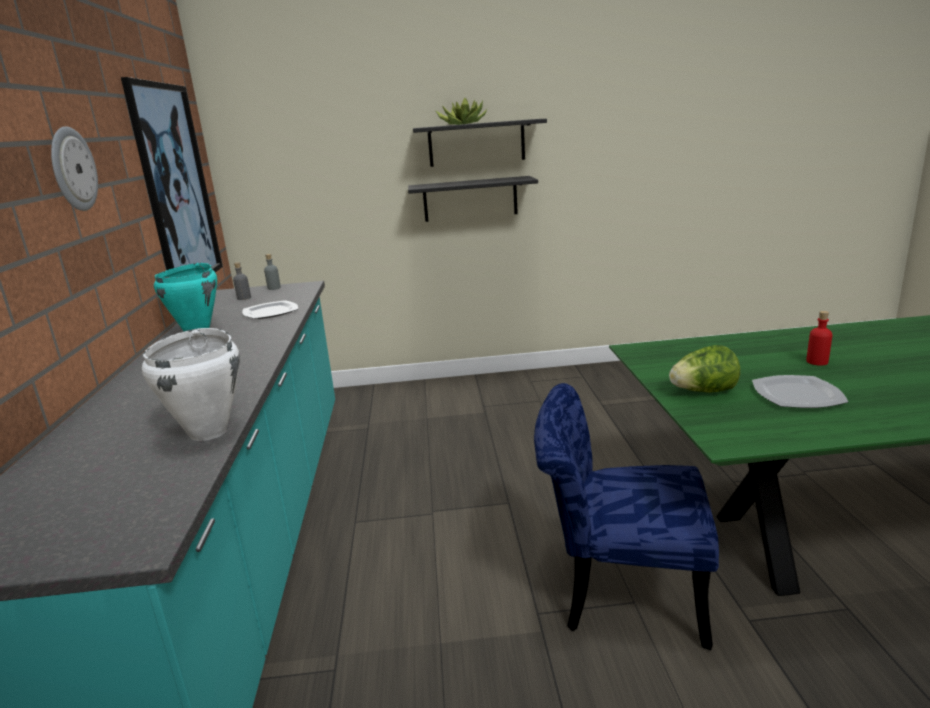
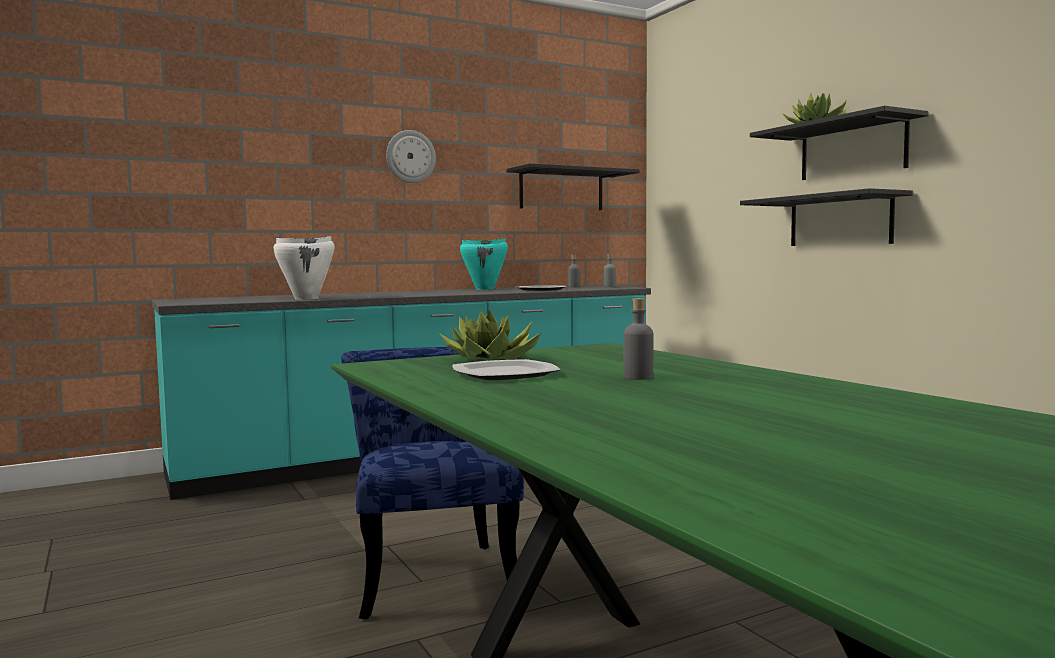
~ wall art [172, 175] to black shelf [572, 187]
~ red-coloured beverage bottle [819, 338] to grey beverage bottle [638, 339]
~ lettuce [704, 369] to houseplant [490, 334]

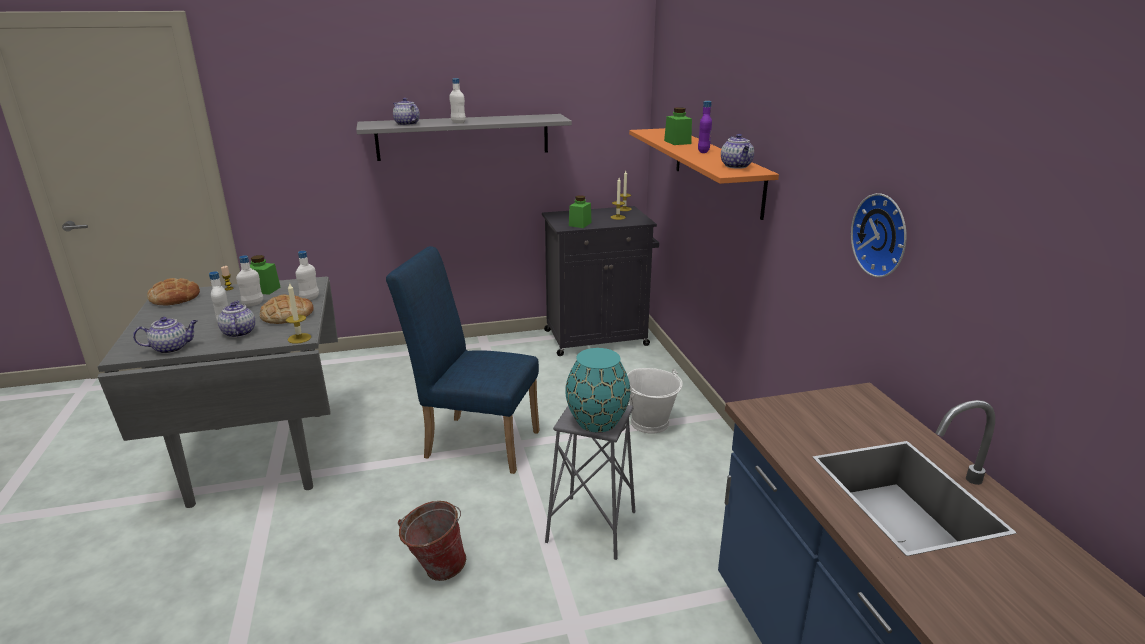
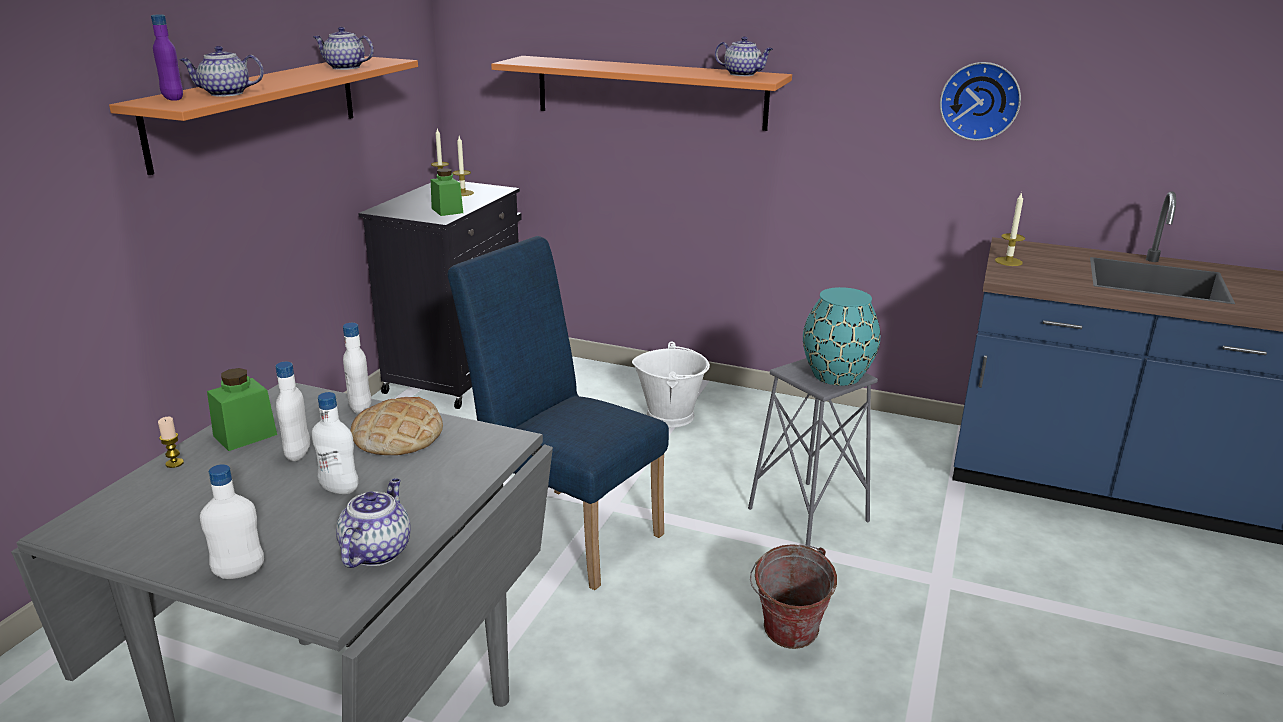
~ white-coloured beverage bottle [457, 100] to [232, 521]
~ purple-coloured beverage bottle [705, 127] to [167, 58]
- green-coloured storage jar [678, 126]
~ grey shelf [464, 137] to orangey shelf [263, 115]
~ blue-coloured chair [463, 360] = [558, 413] 75 degrees clockwise
- baked bread [173, 291]
~ candle [298, 313] to [1010, 229]
~ pot for tea [236, 319] to [343, 48]

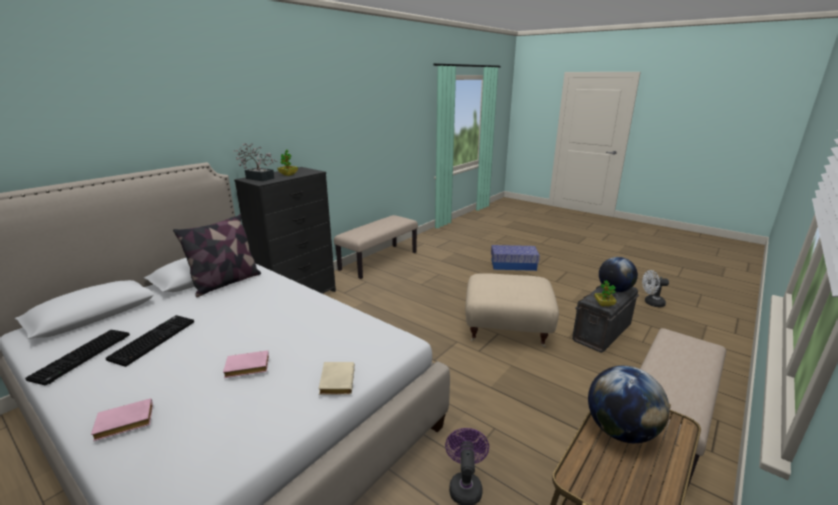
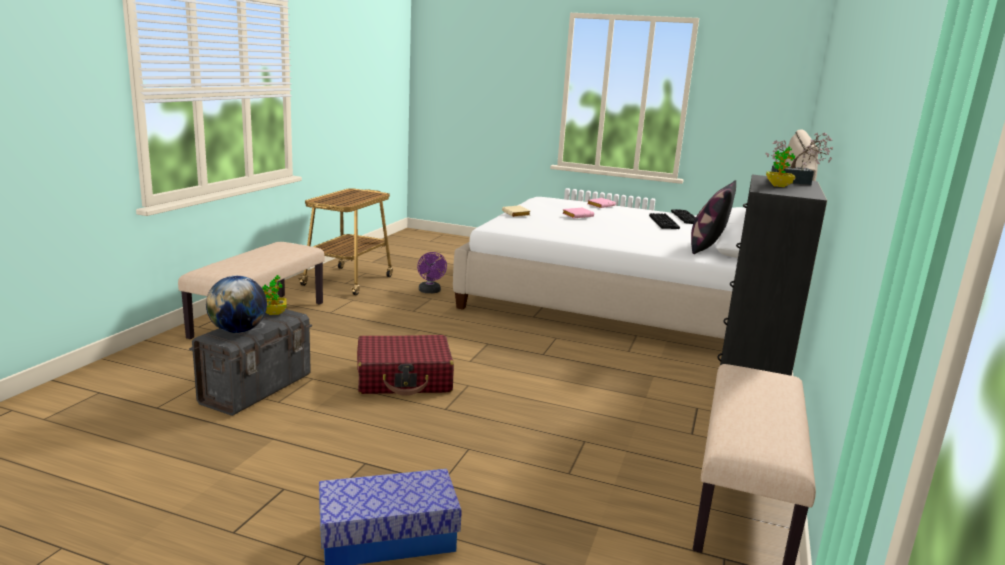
- white-coloured electric fan [655, 288]
~ sand-coloured footrest [512, 310] to red-coloured piece of luggage [405, 365]
- globe [629, 404]

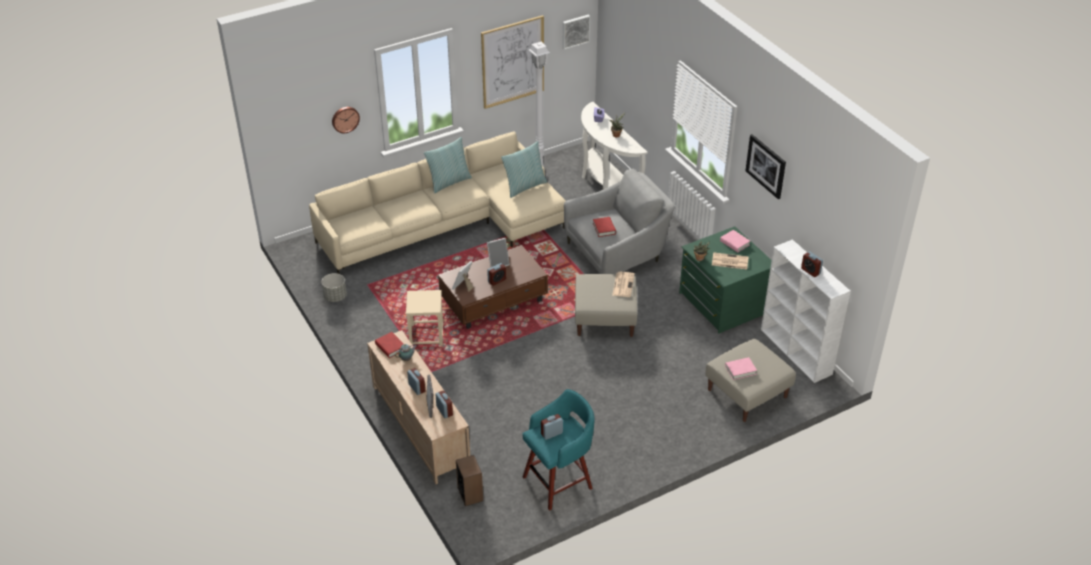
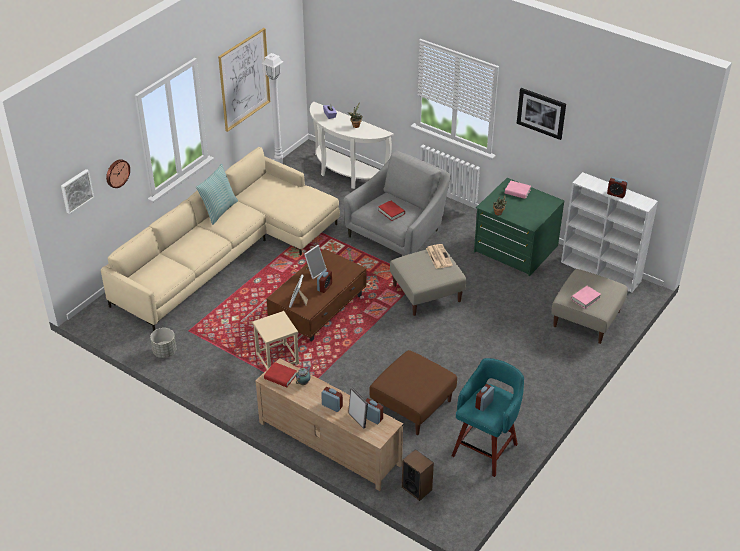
~ wall art [576, 32] to [77, 191]
- pillow [524, 169]
- newspaper [730, 260]
+ brown footrest [413, 392]

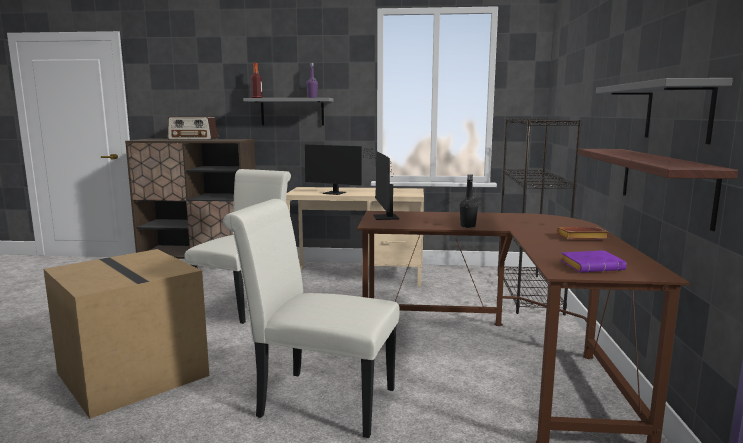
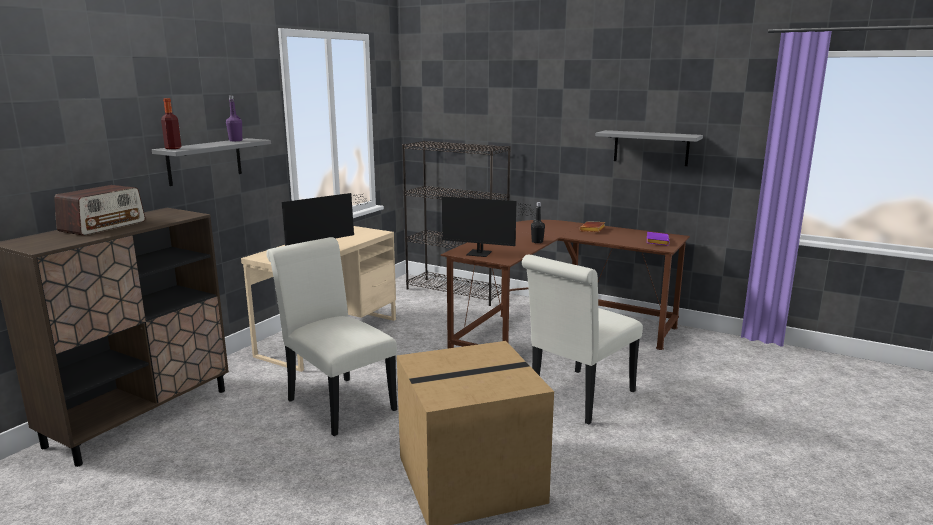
- shelf [658, 190]

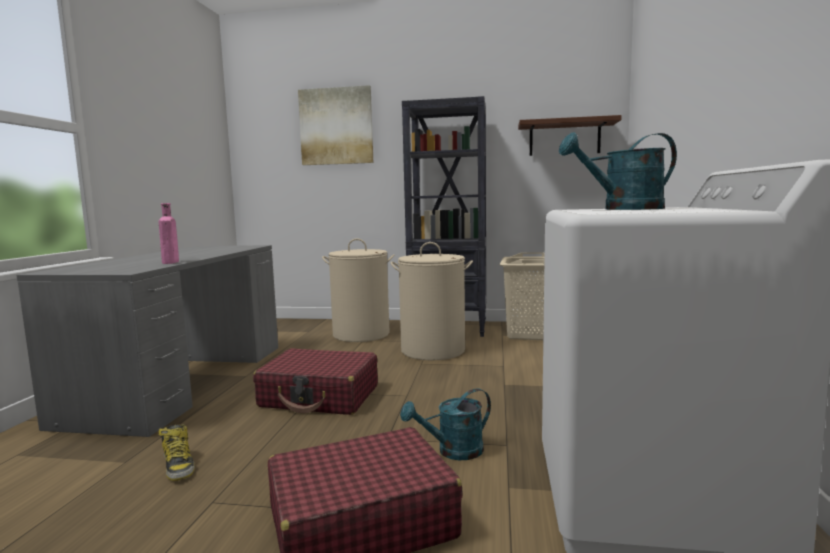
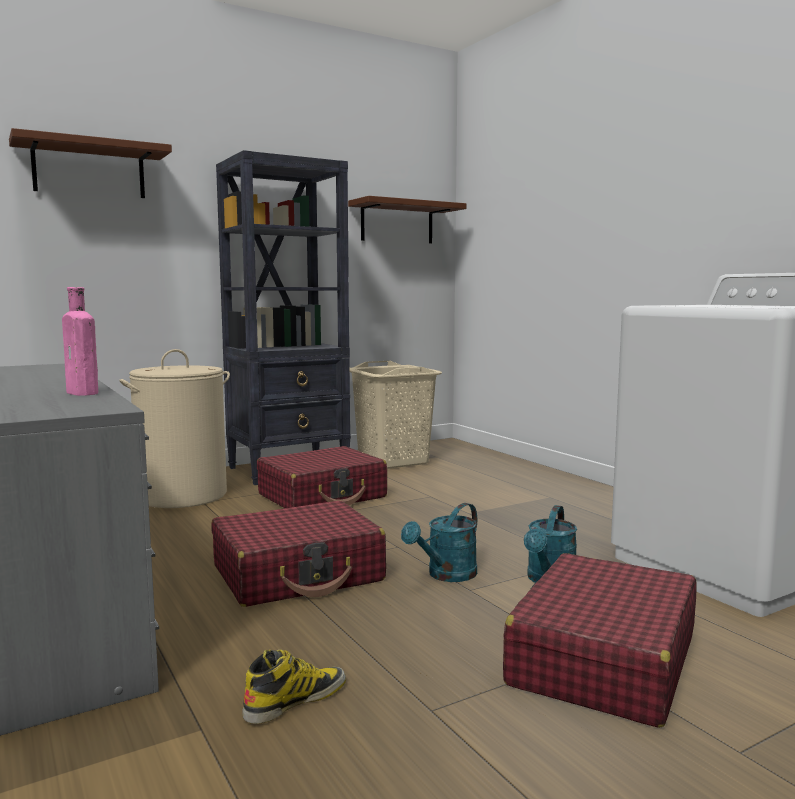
~ wall art [335, 125] to brown shelf [90, 163]
~ turquoise-coloured watering can [618, 171] to [439, 542]
~ sand-coloured hamper [432, 301] to red-coloured piece of luggage [322, 477]
~ high-top boot [177, 452] = [294, 686] 60 degrees counterclockwise

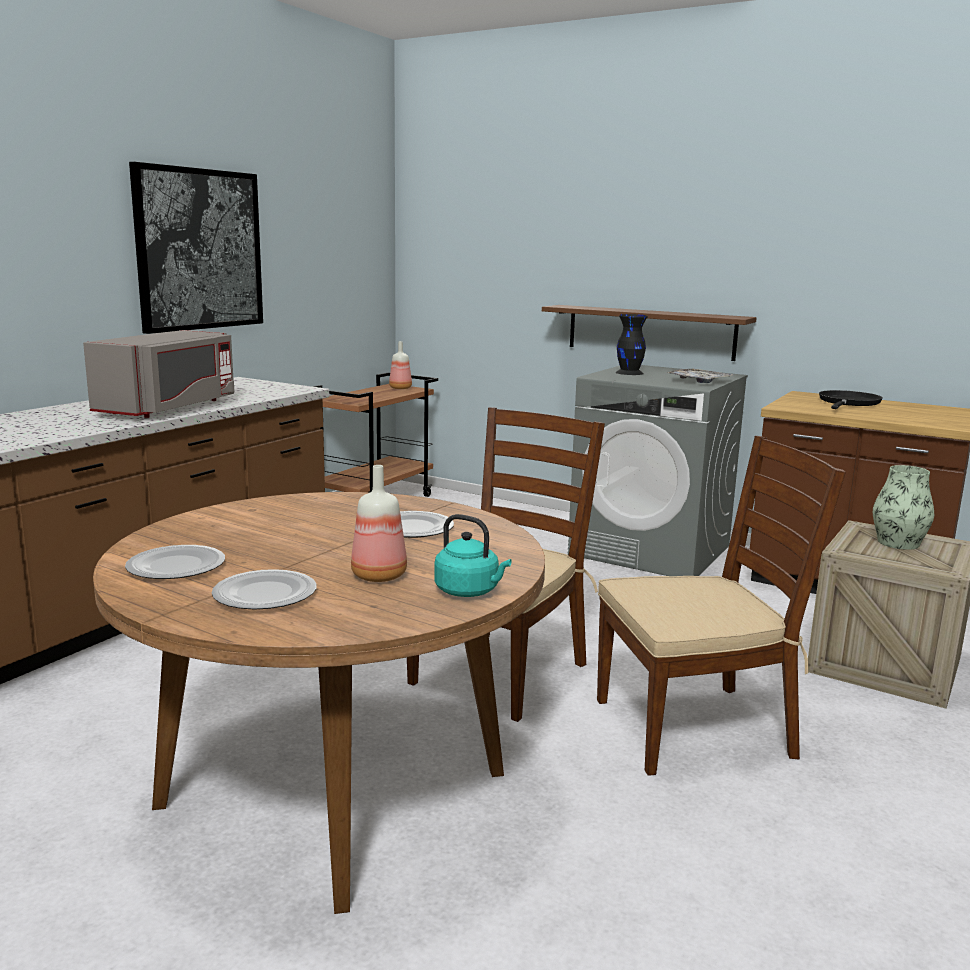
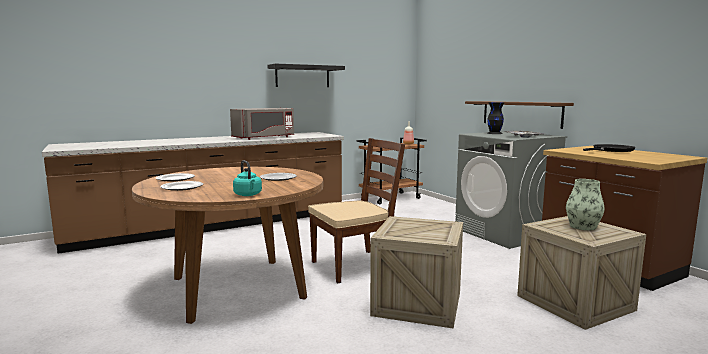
~ wall art [196, 248] to black shelf [306, 75]
~ brown chair [721, 606] to crate [416, 272]
- beverage bottle [379, 523]

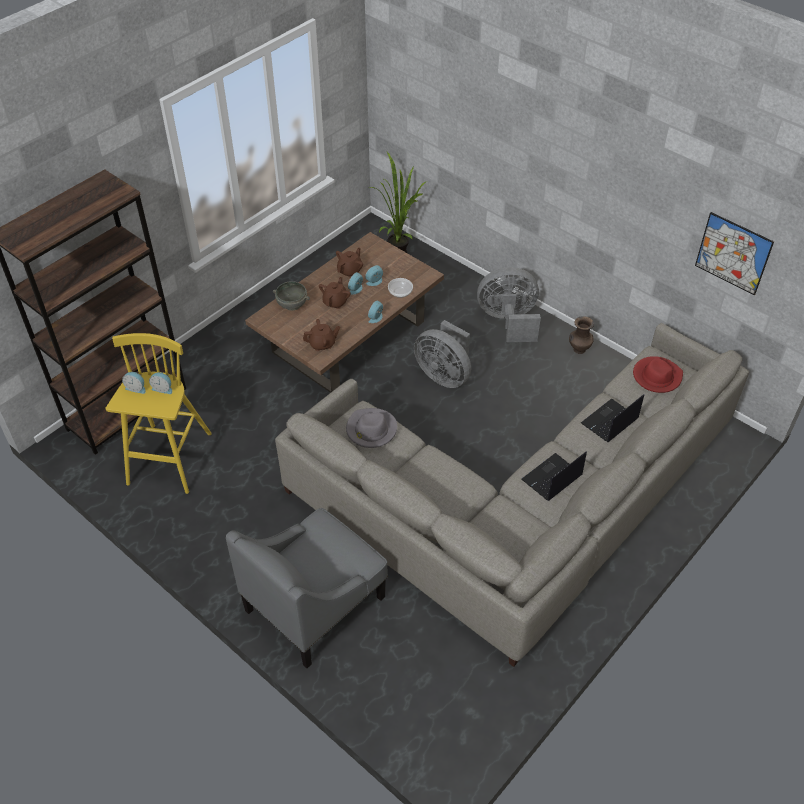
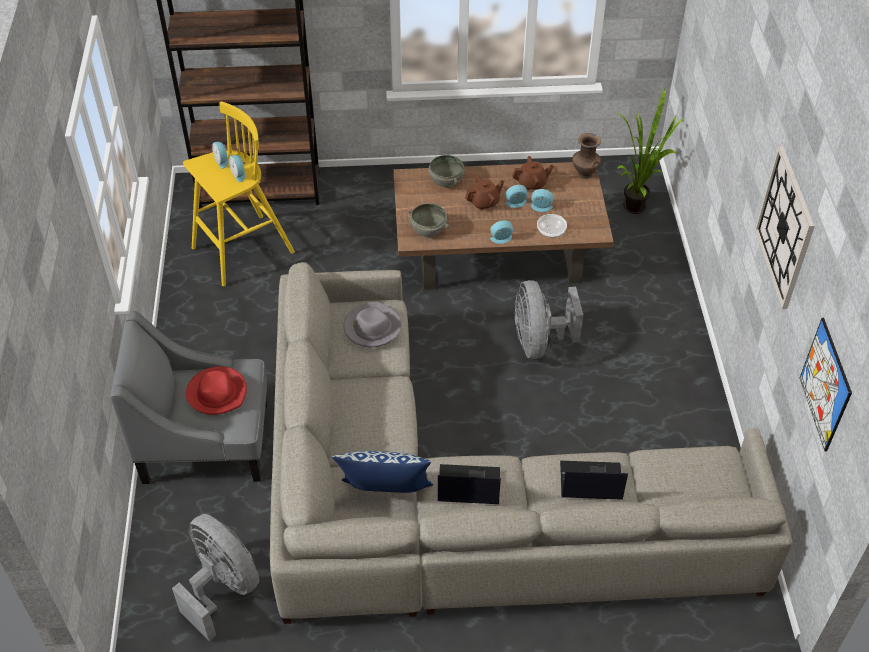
~ grey electric fan [509, 304] to [215, 577]
~ brown decorative vase [581, 335] to [586, 156]
~ brown pot for tea [321, 335] to grey serving bowl [429, 220]
~ red-coloured clothing hat [658, 374] to [216, 390]
+ hanging clock [785, 227]
+ pillow [382, 472]

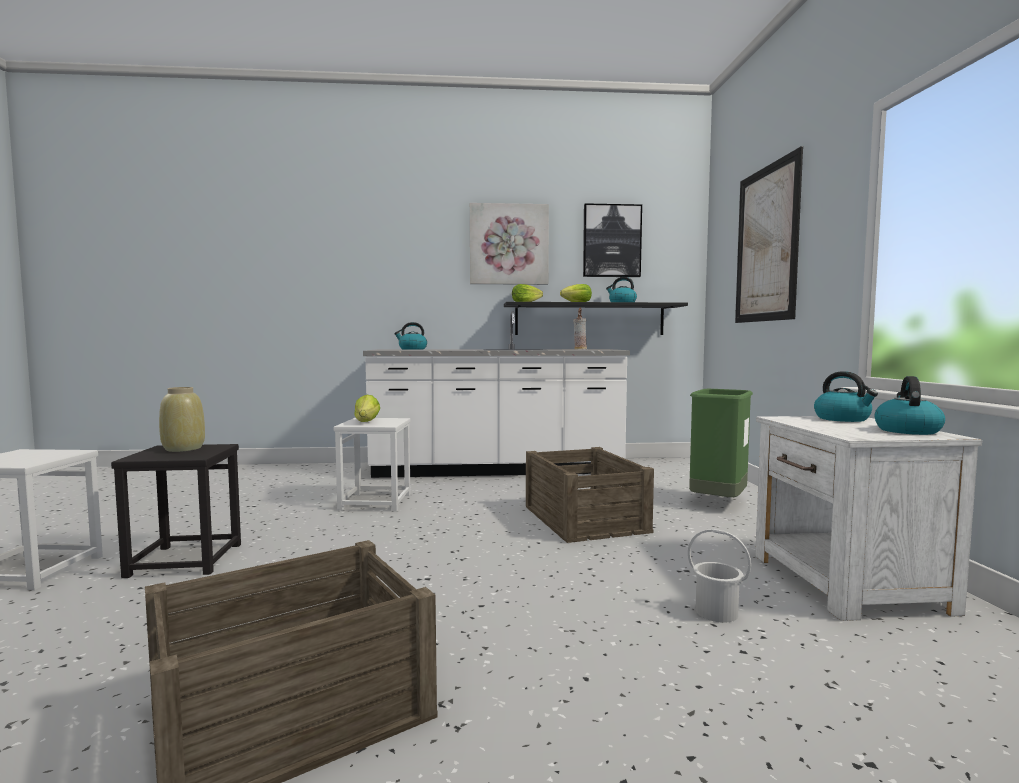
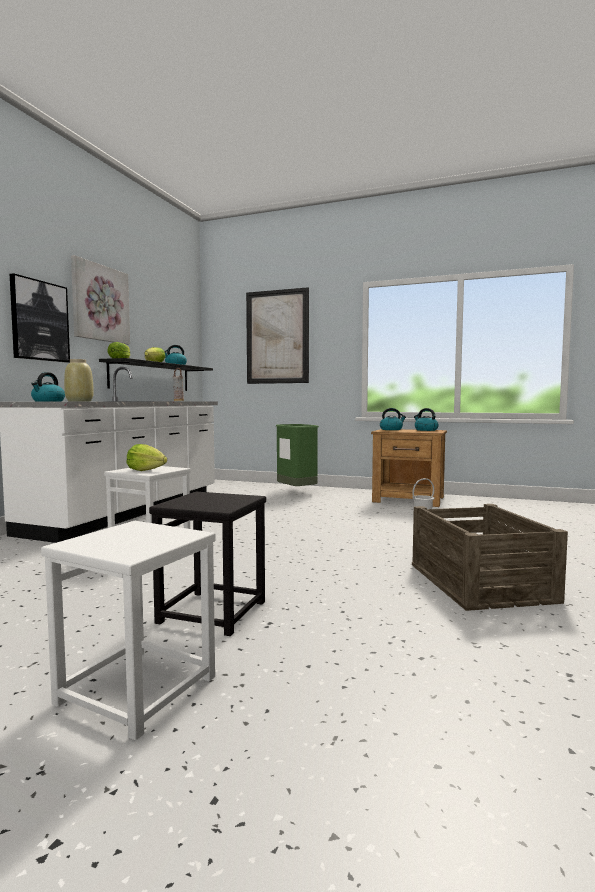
~ wall art [612, 240] to [40, 318]
~ sand-coloured decorative vase [182, 419] to [79, 380]
~ white-coloured bedside table [868, 518] to brown bedside table [409, 468]
- crate [590, 495]

